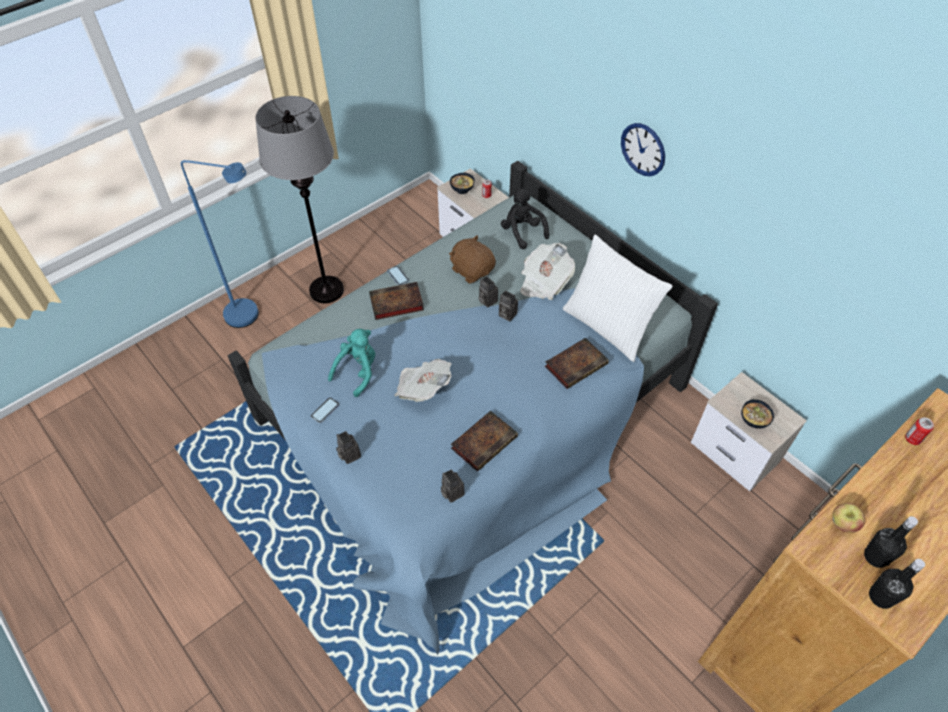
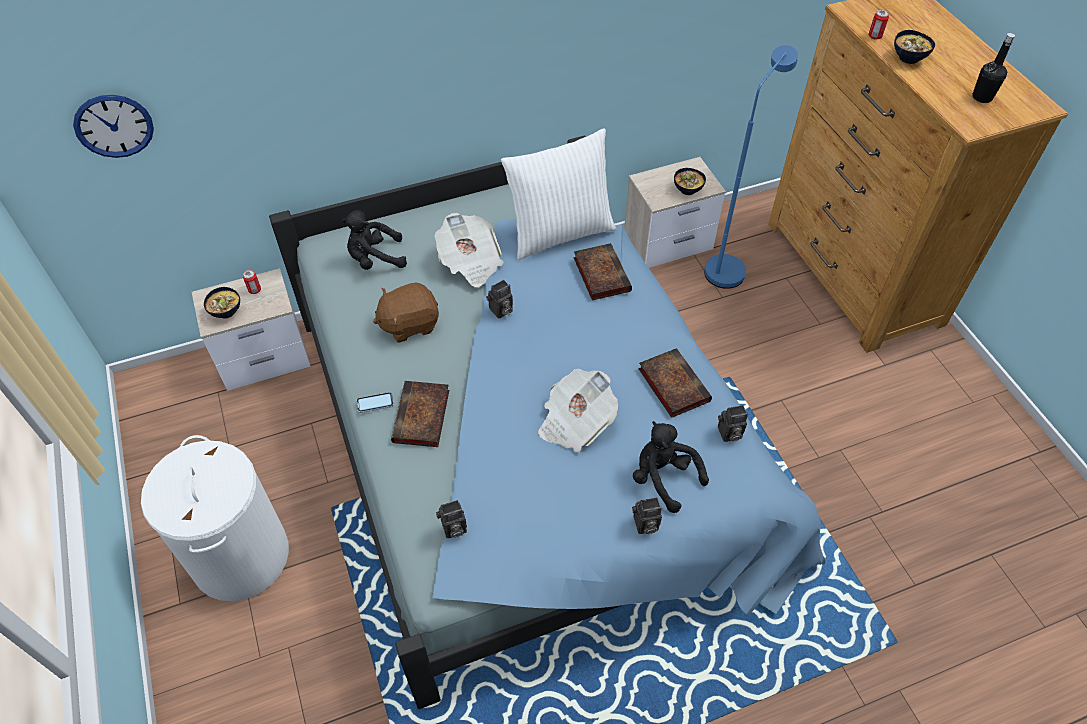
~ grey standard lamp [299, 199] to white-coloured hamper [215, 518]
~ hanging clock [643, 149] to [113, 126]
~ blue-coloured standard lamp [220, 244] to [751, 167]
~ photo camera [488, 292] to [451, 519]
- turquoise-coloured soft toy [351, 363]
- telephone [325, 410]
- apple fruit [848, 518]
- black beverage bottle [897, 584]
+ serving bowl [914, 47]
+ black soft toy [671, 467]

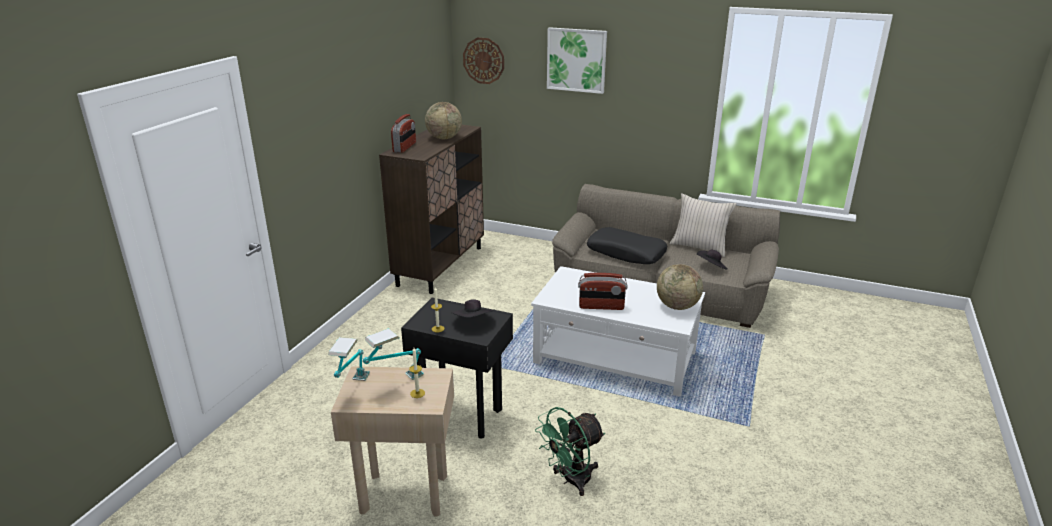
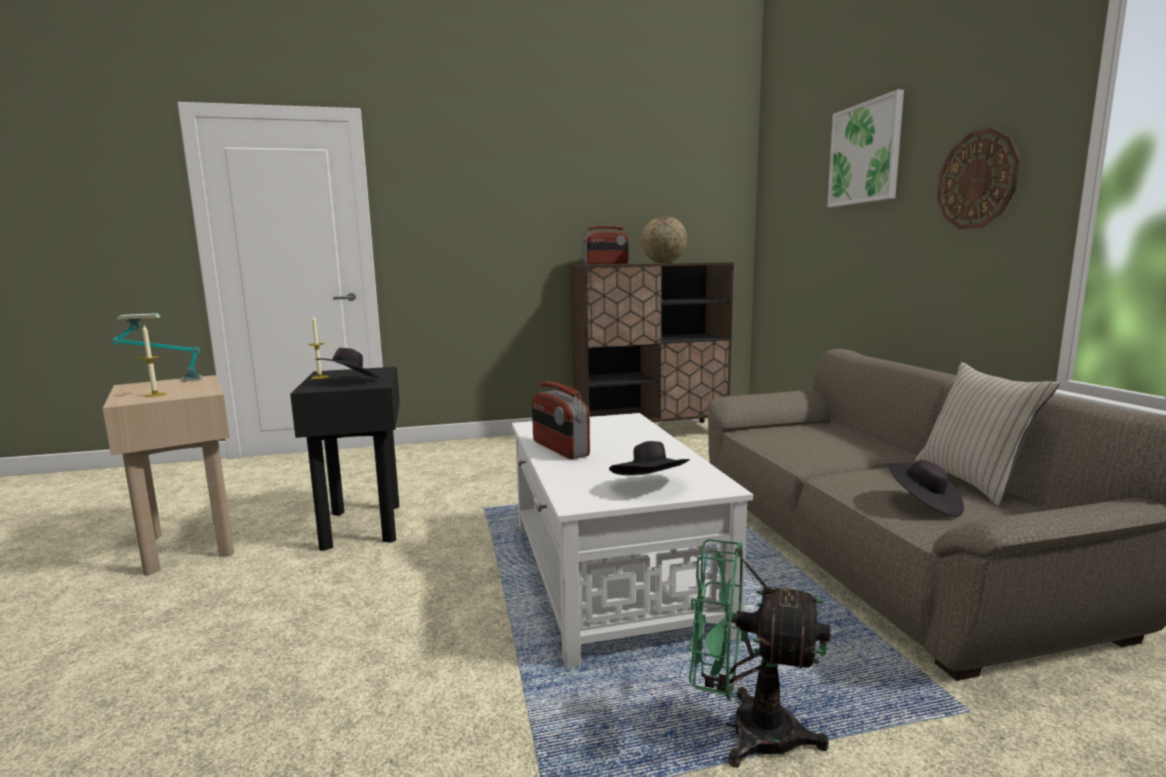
~ hanging clock [483, 60] to [978, 178]
- black pillow [627, 245]
~ globe [680, 287] to black clothing hat [649, 458]
- tabletop lamp [393, 354]
~ green-coloured electric fan [570, 451] to [759, 653]

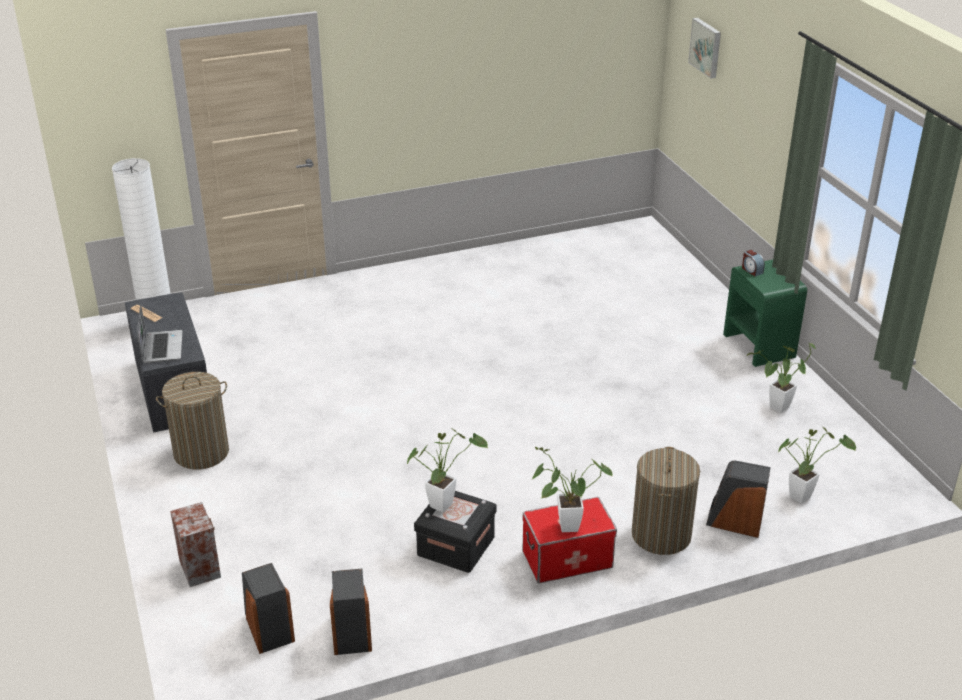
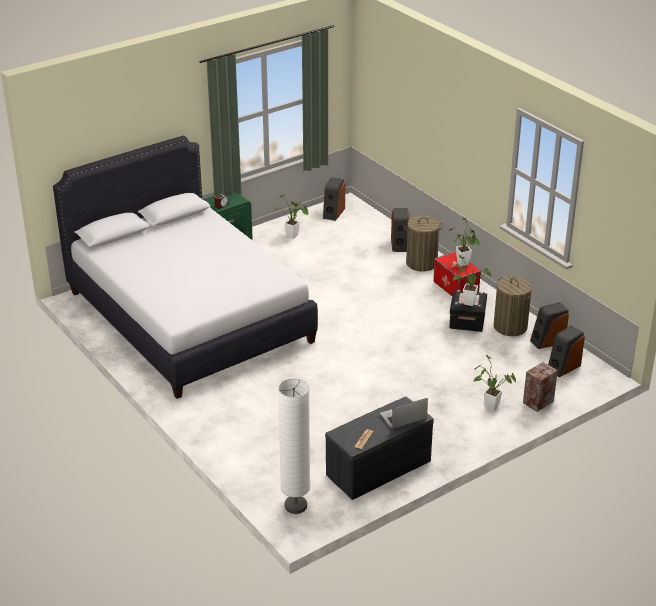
- wall art [704, 48]
~ hamper [192, 421] to [513, 306]
~ houseplant [817, 465] to [494, 383]
+ white-coloured bed [185, 267]
+ speaker [334, 199]

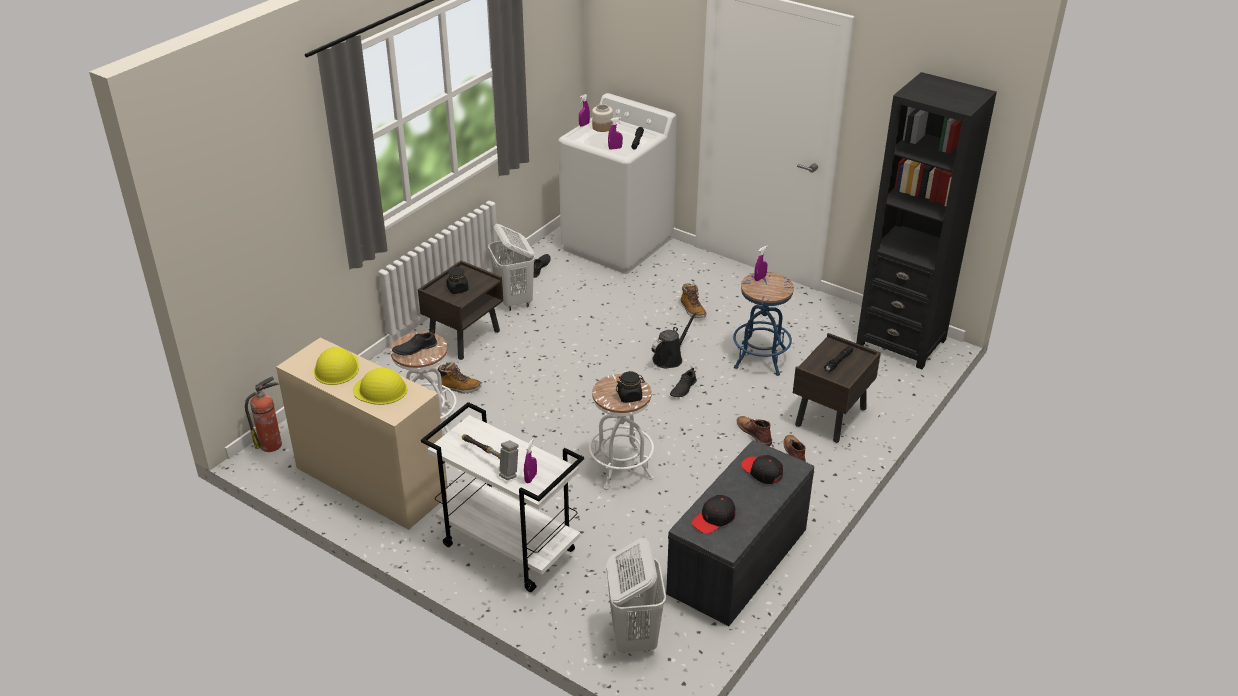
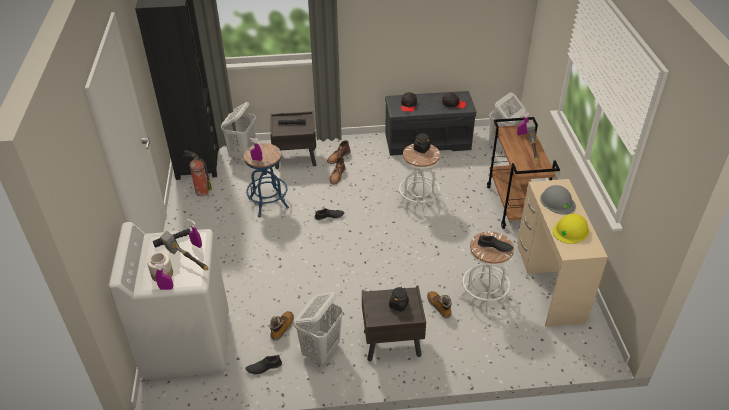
~ high-top boot [693, 300] to [282, 326]
- black watering can [675, 340]
~ yellow-coloured hard hat [380, 386] to grey hard hat [558, 199]
~ fire extinguisher [263, 414] to [197, 173]
~ white-coloured trolley [502, 497] to brown trolley [523, 173]
+ white-coloured hamper [238, 130]
+ tool hammer [184, 250]

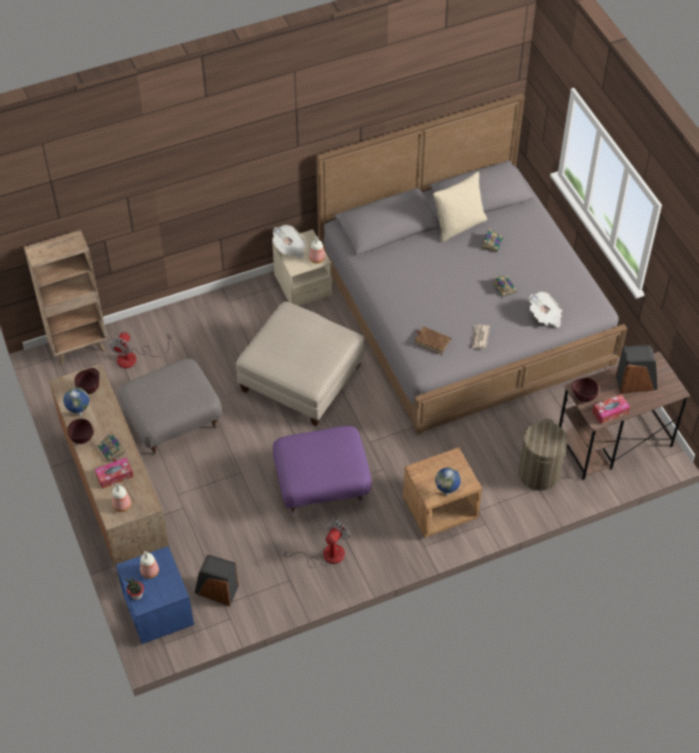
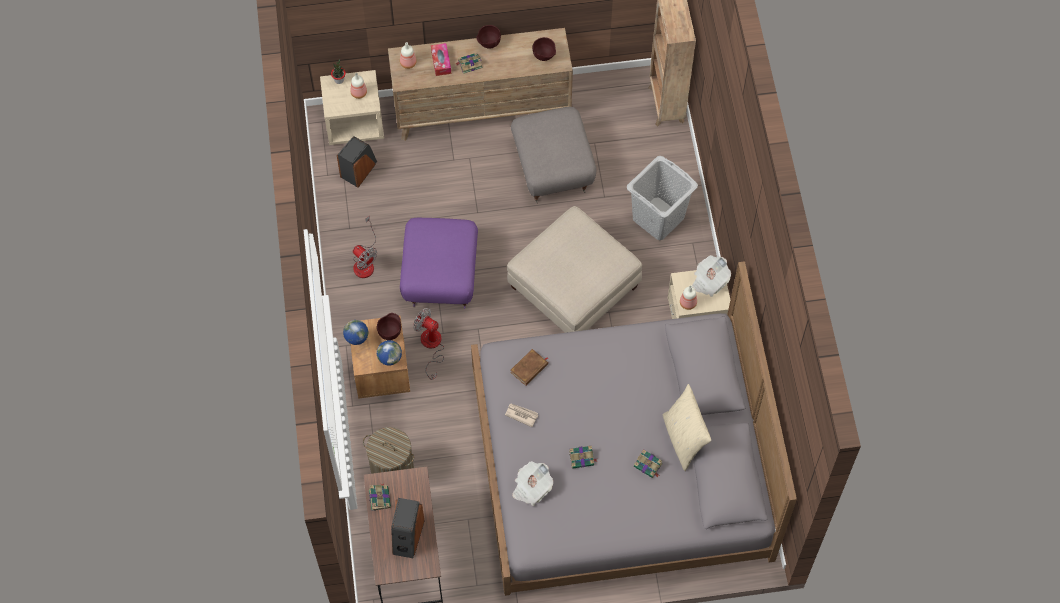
~ electric fan [140, 350] to [428, 344]
~ brown serving bowl [585, 390] to [389, 326]
~ globe [76, 401] to [389, 352]
~ tissue holder [611, 409] to volume [380, 497]
~ blue-coloured bedside table [155, 595] to sand-coloured bedside table [352, 107]
+ grey hamper [662, 198]

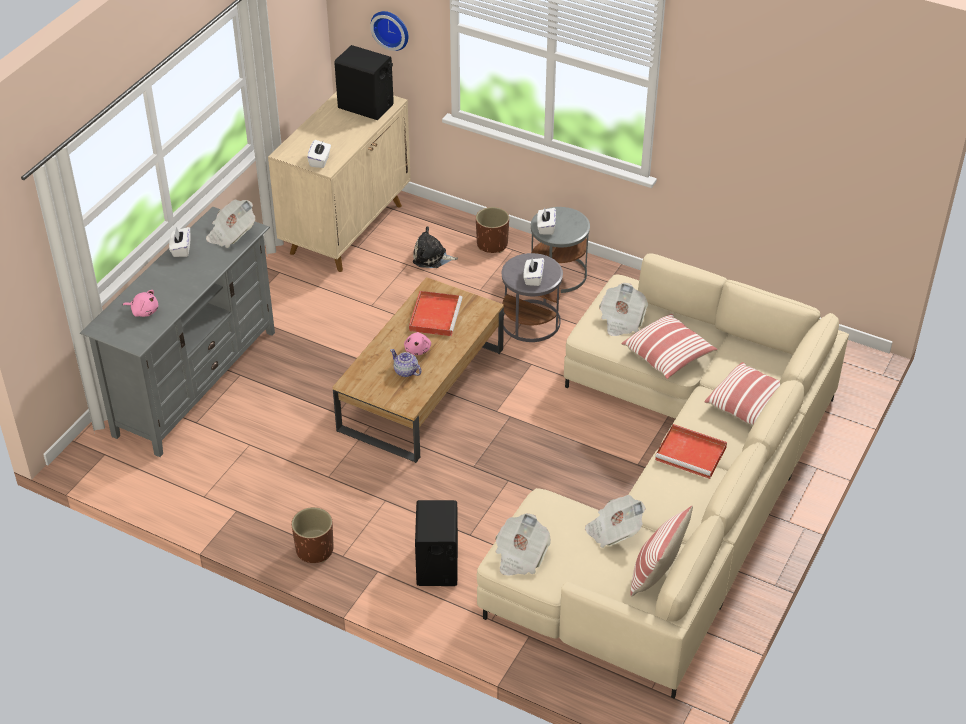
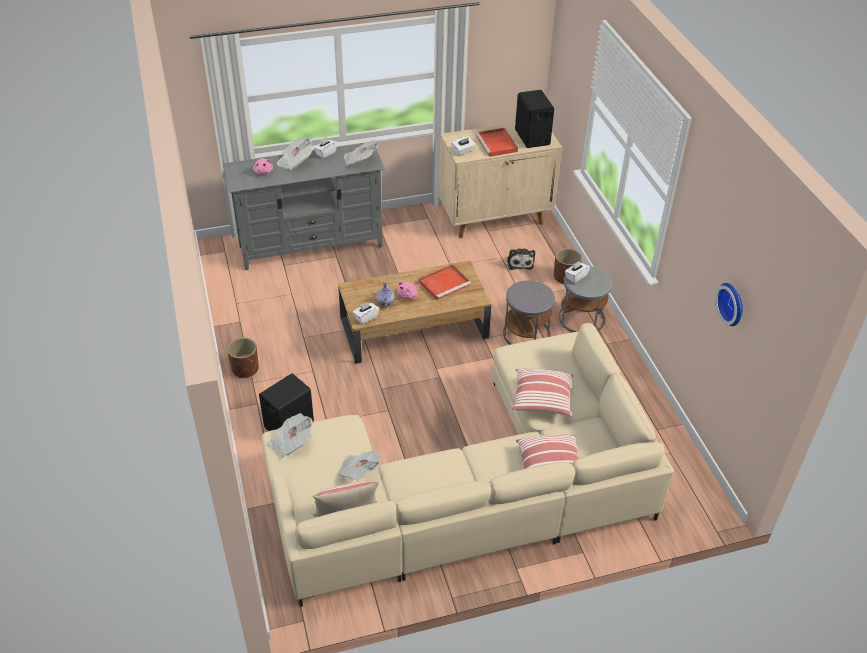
~ hanging clock [389, 31] to [729, 304]
~ soft toy [435, 247] = [521, 259] 150 degrees counterclockwise
~ white-coloured tissue holder [534, 272] to [366, 312]
~ newspaper [623, 309] to [294, 154]
~ red-coloured serving tray [691, 451] to [497, 142]

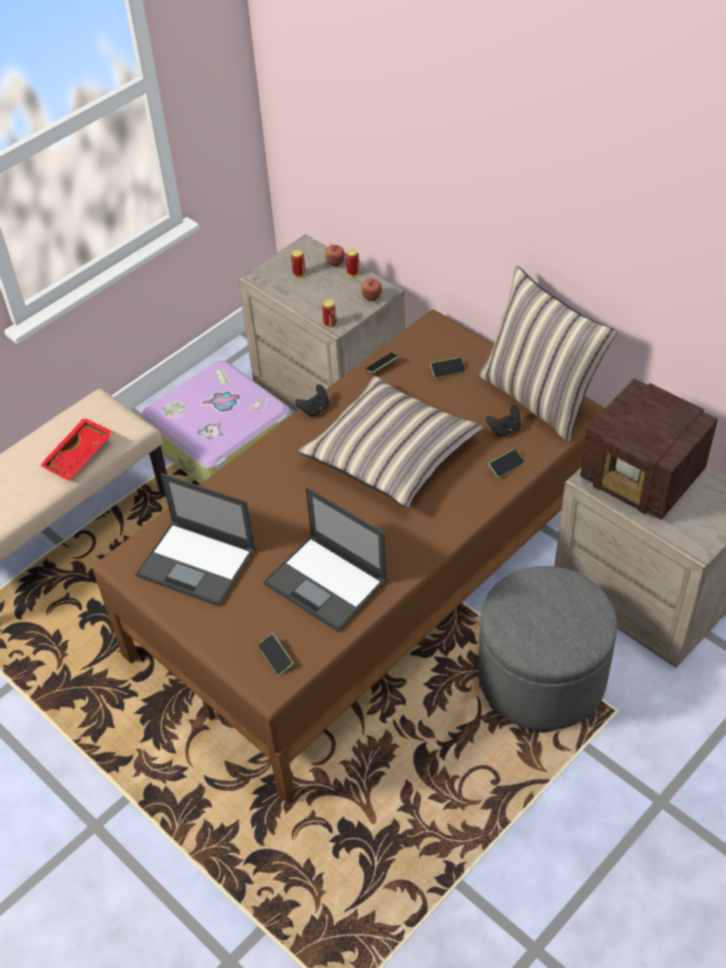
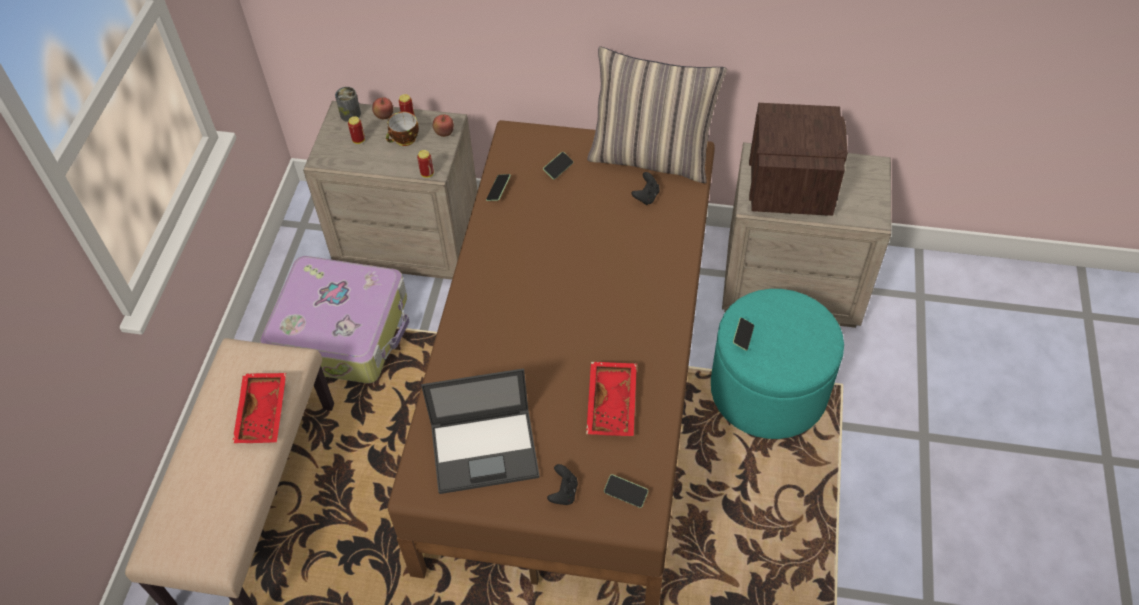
- pillow [390, 442]
~ radio receiver [649, 449] = [798, 159] 90 degrees counterclockwise
~ black joypad [312, 400] to [562, 484]
~ telephone [506, 463] to [743, 334]
~ laptop [325, 559] to red-coloured serving tray [611, 399]
~ grey footrest [547, 648] to turquoise-coloured footrest [777, 364]
+ sealed can [348, 104]
+ drinking cup [402, 129]

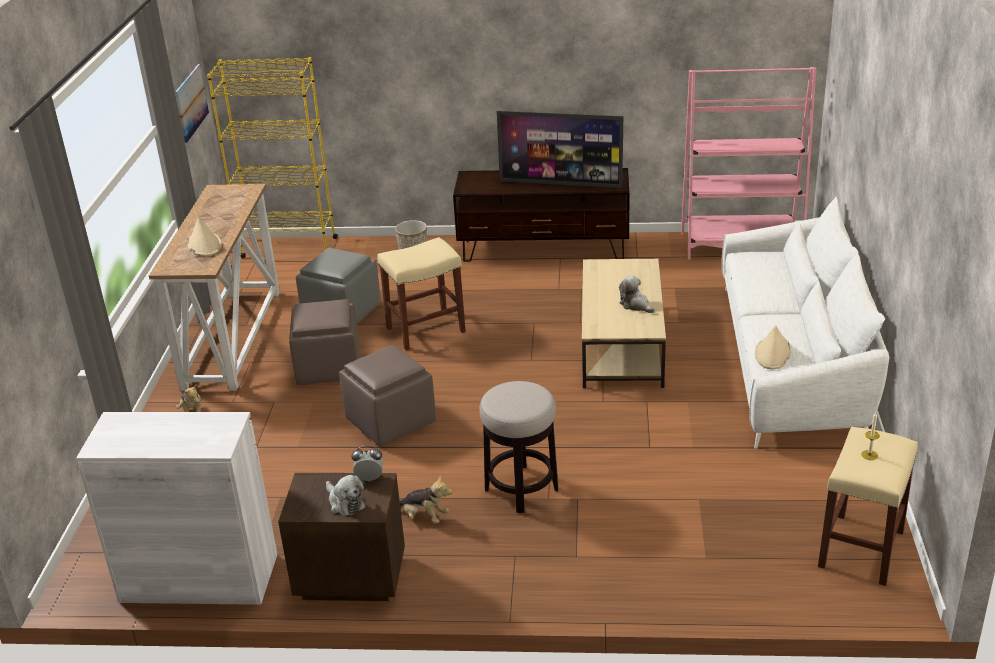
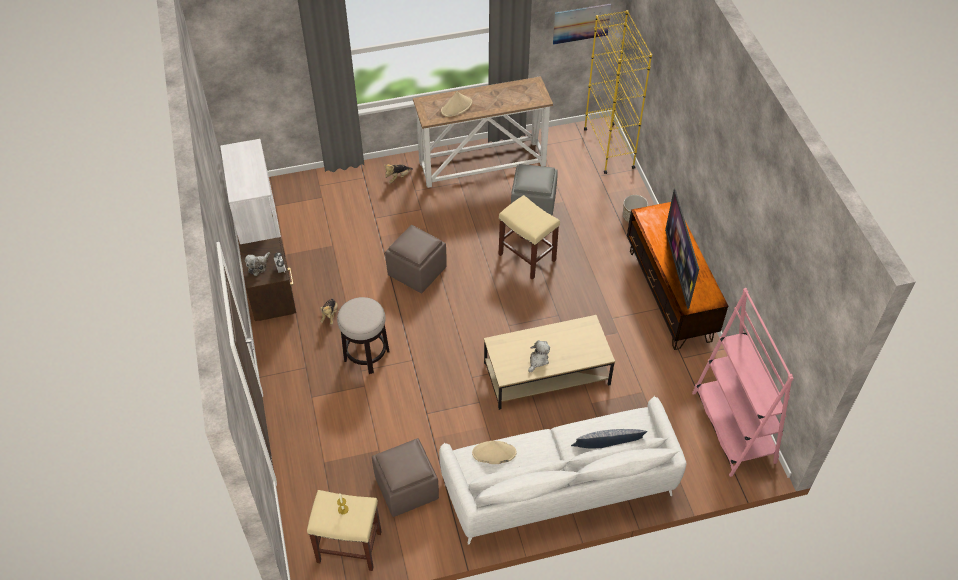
~ brown footrest [324, 342] to [405, 477]
+ pillow [609, 438]

